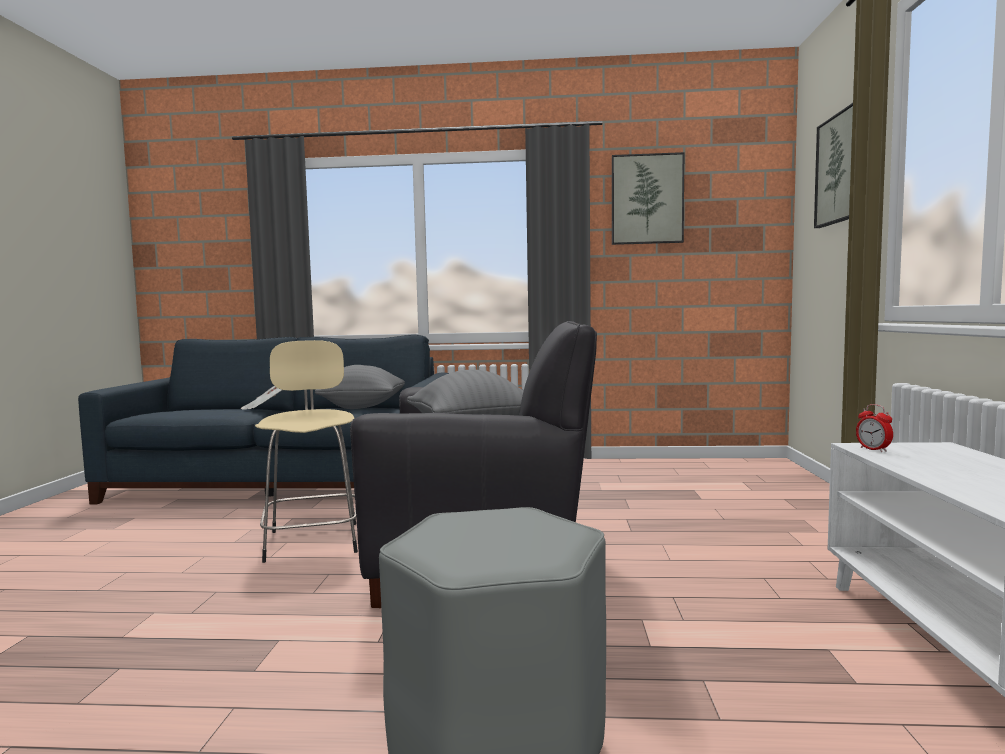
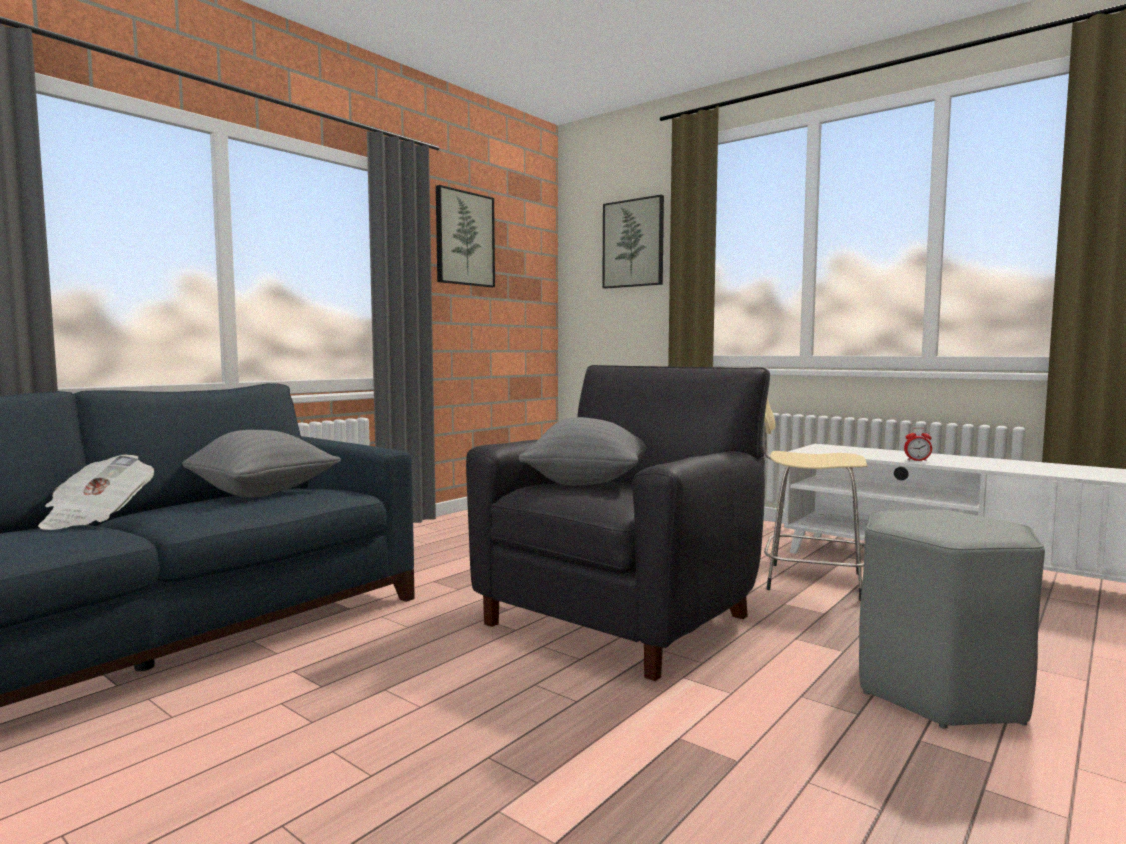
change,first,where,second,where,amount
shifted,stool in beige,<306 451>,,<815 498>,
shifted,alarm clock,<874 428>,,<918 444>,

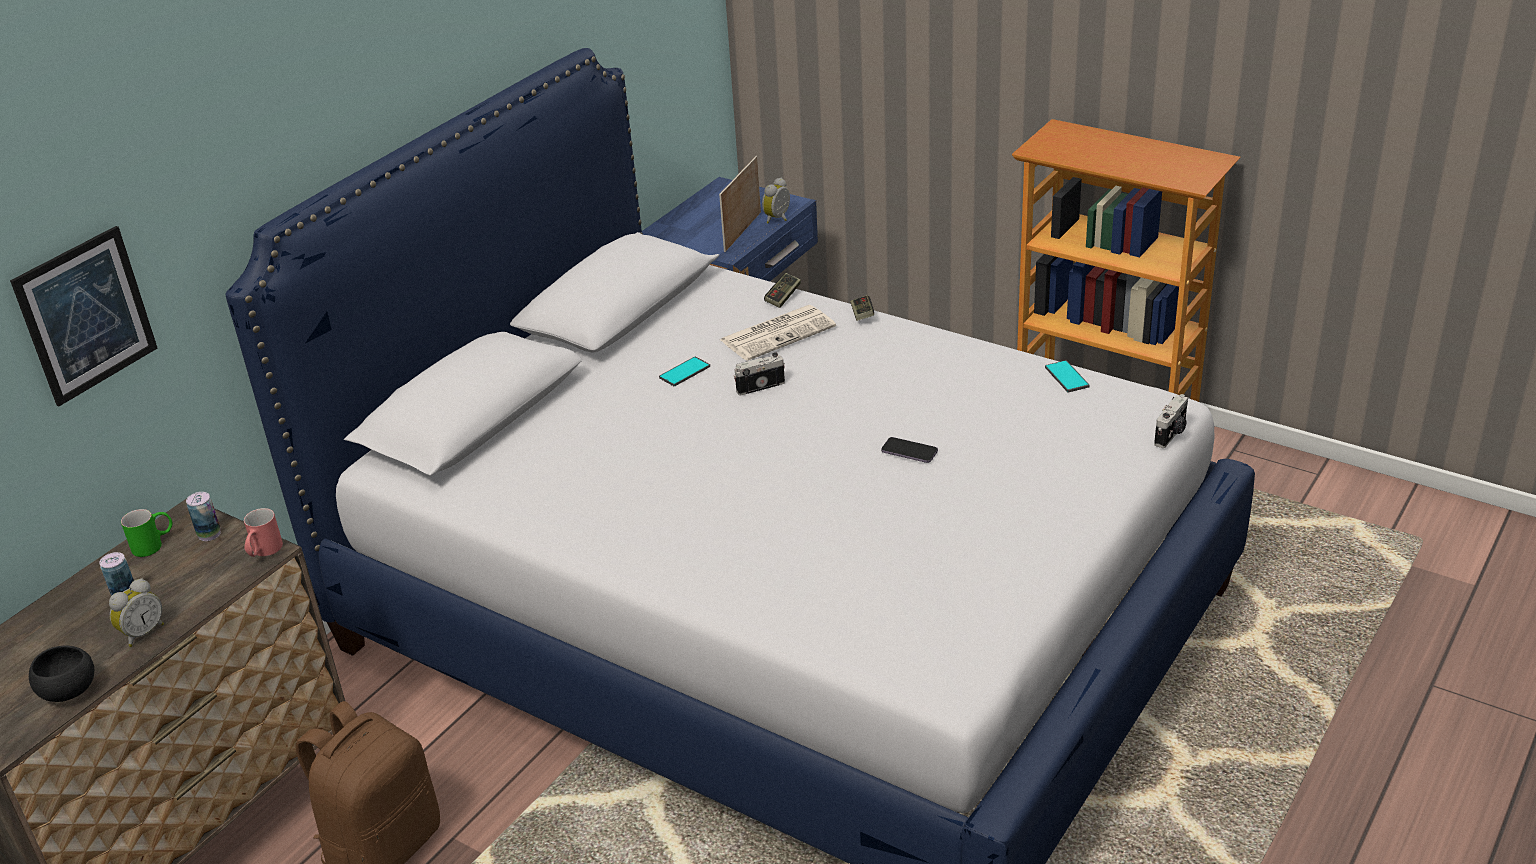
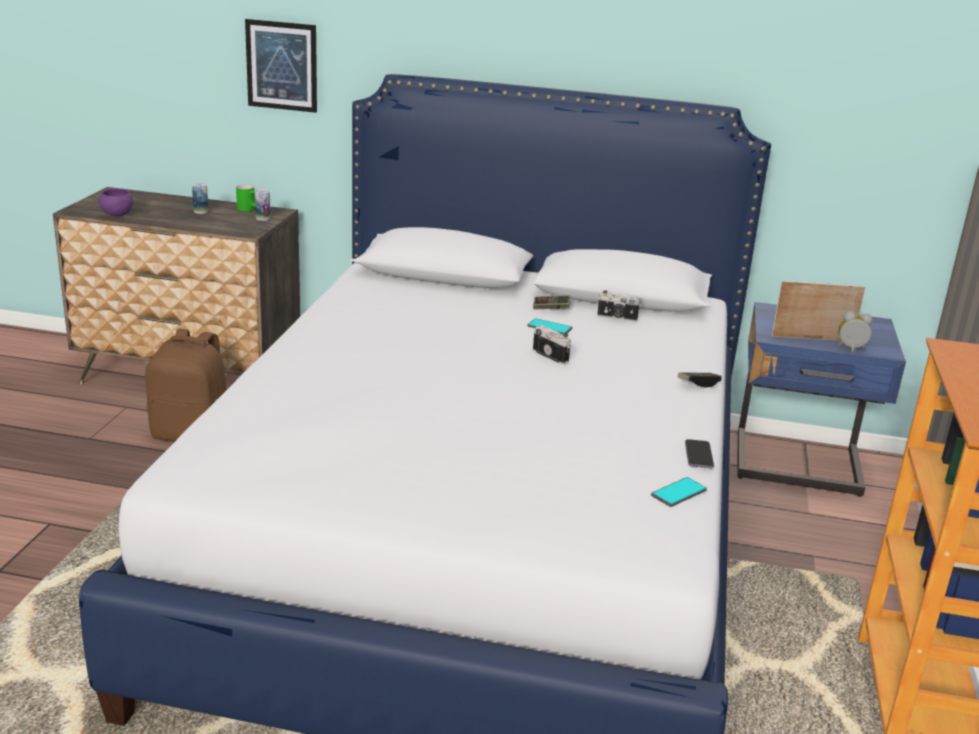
change,first,where,second,where,amount
shifted,game controller,<782 290>,,<552 302>,
gone,newspaper,<778 333>,,,
shifted,photo camera,<1171 421>,,<619 306>,
shifted,phone,<909 450>,,<699 453>,
gone,mug in red,<263 532>,,,
gone,alarm clock,<136 612>,,,
repainted,bowl in black,<61 673>,bowl in purple,<116 202>,

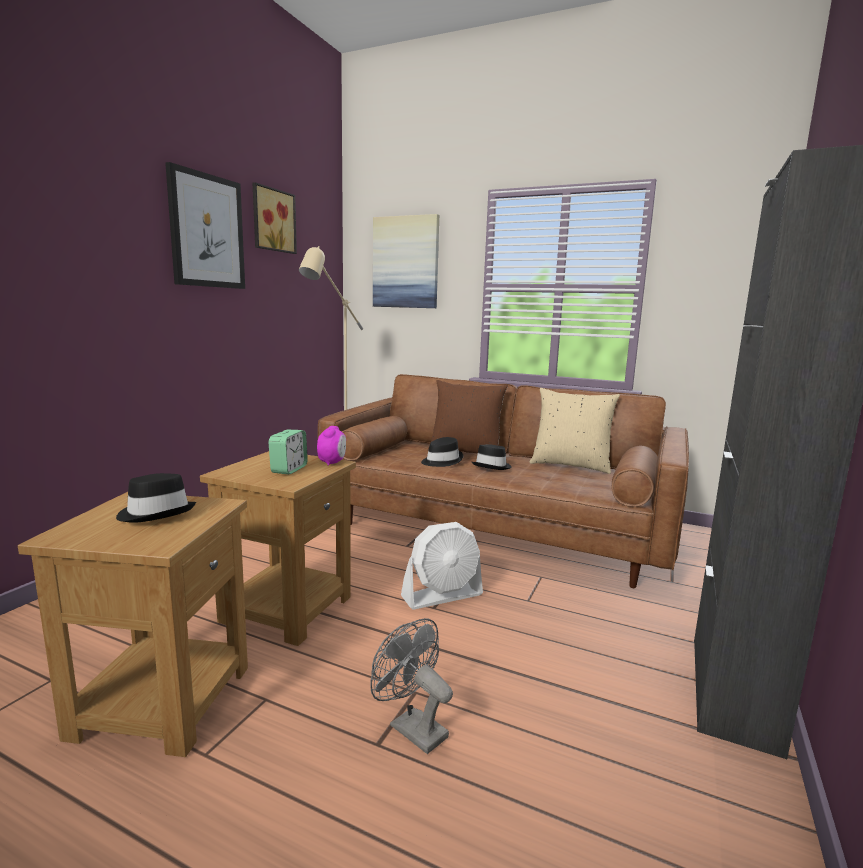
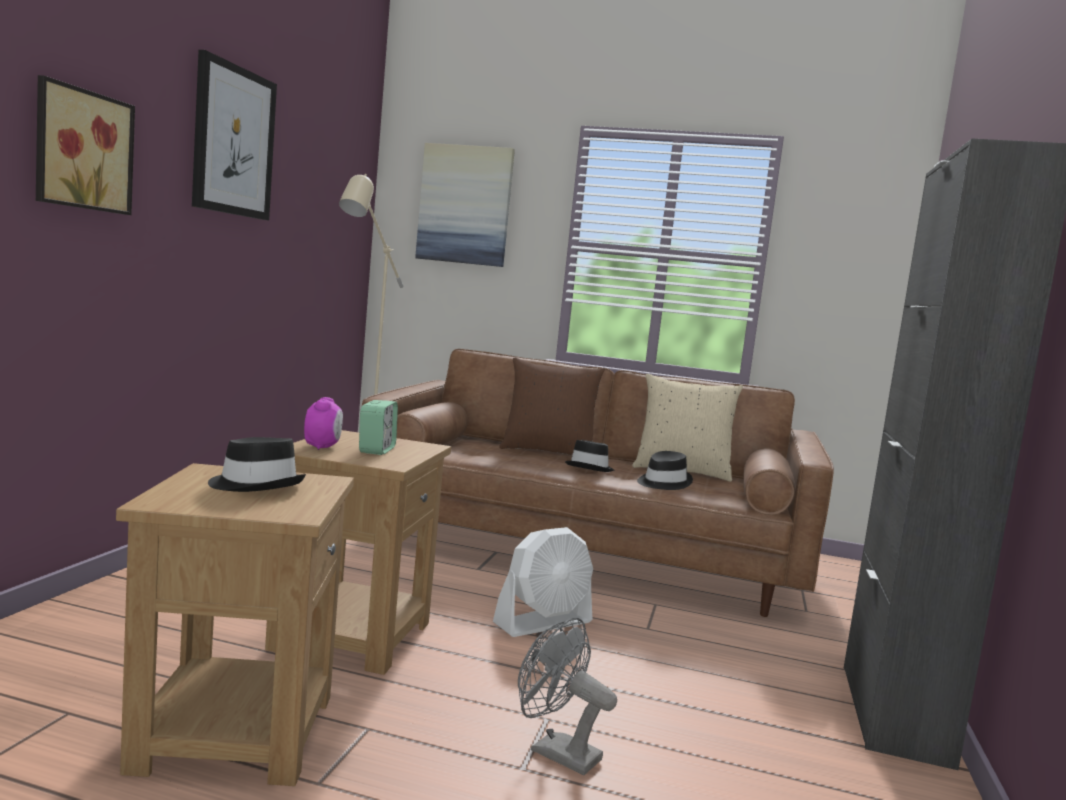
change,first,where,second,where,amount
shifted,picture,<275 218>,,<85 145>,
shifted,alarm clock,<331 446>,,<323 423>,
shifted,hat in black,<442 452>,,<665 470>,

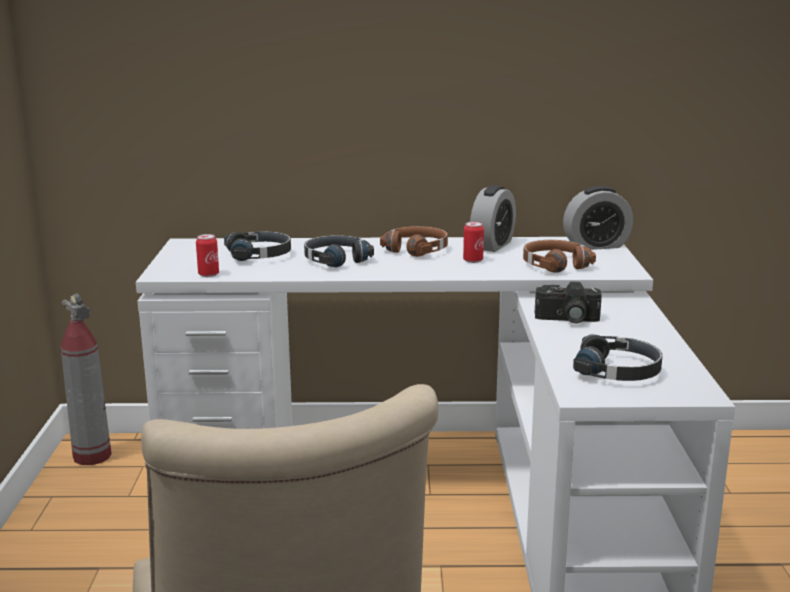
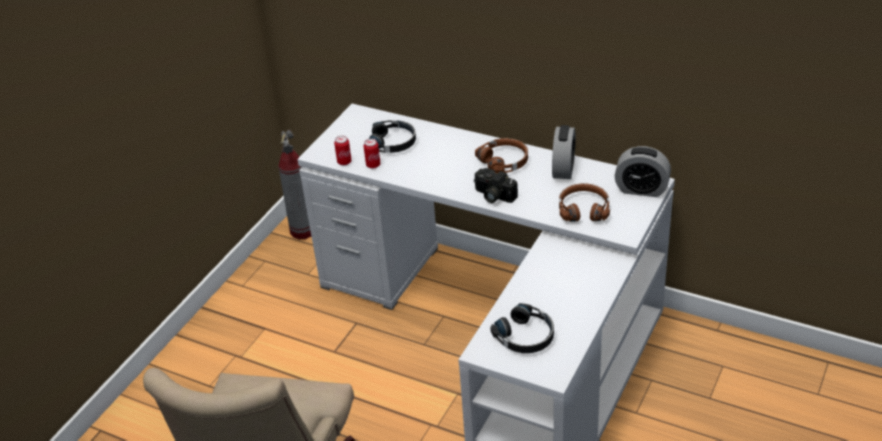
change,first,where,second,where,amount
rotated,alarm clock,<493 218>,,<563 152>,45 degrees counterclockwise
shifted,can,<473 242>,,<372 154>,
gone,headphones in black,<339 251>,,,
shifted,photo camera,<568 302>,,<496 185>,

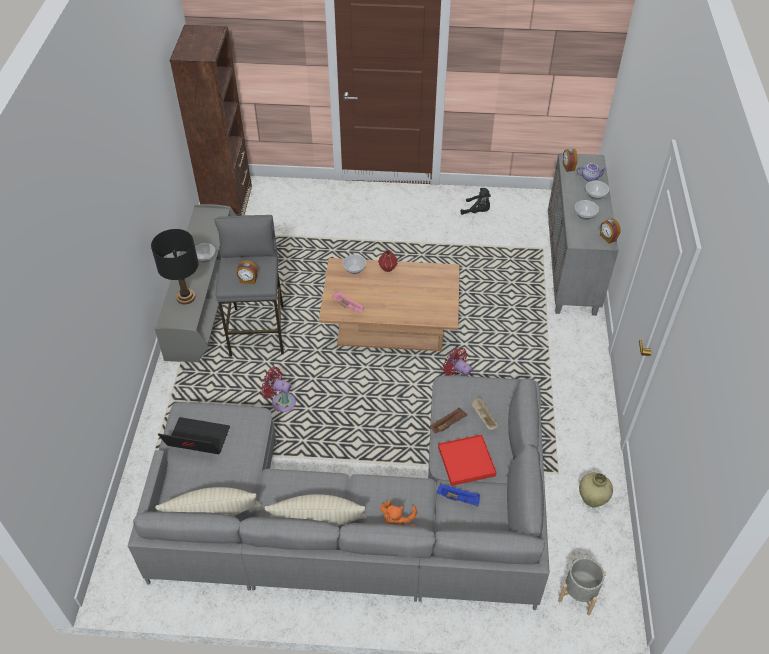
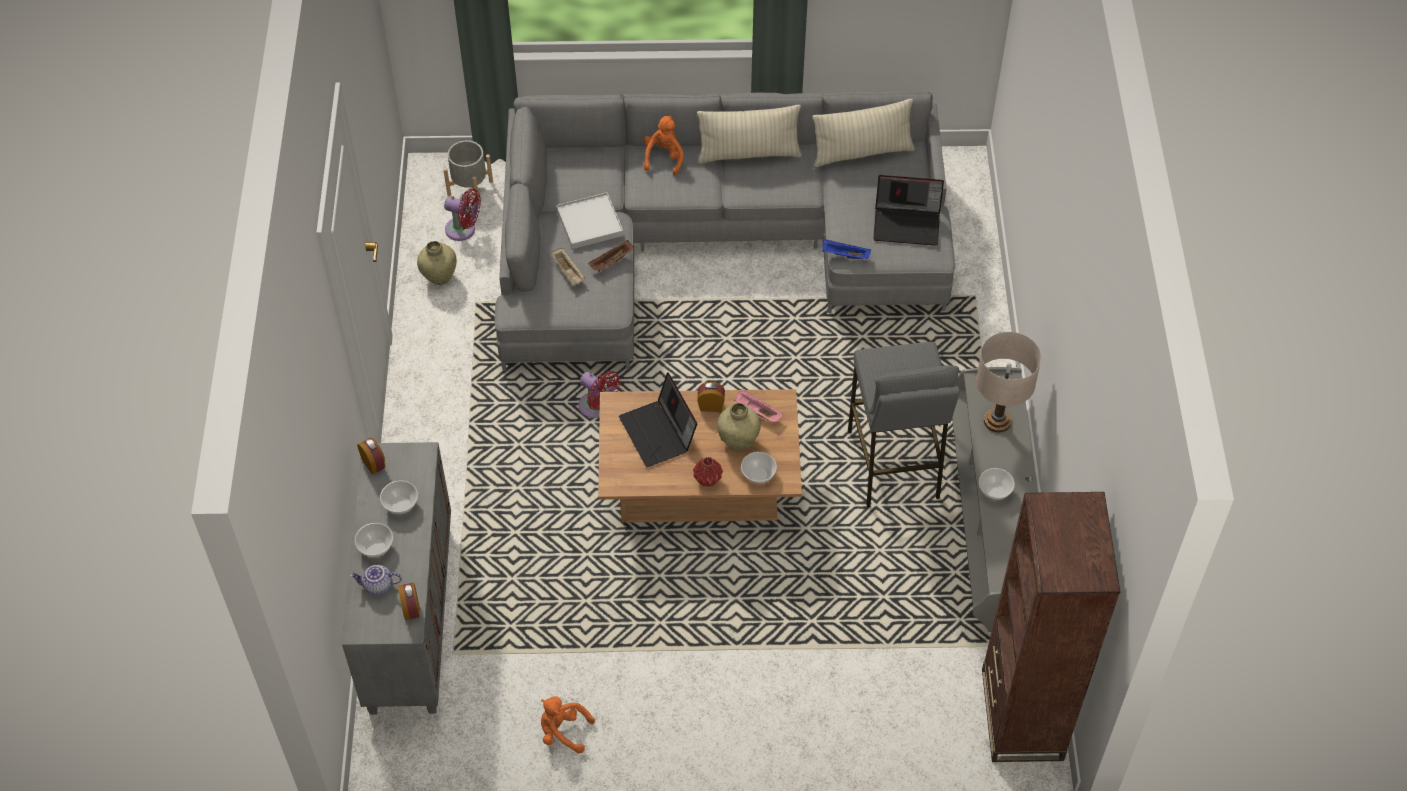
change,first,where,second,where,amount
repainted,plush toy in black,<476 201>,plush toy in orange,<568 725>,
repainted,table lamp in black,<175 267>,table lamp in beige,<1008 382>,
shifted,alarm clock,<247 272>,,<711 397>,
shifted,fan in red,<278 389>,,<462 215>,
repainted,tray in red,<467 460>,tray in white,<590 220>,
shifted,tray in blue,<458 495>,,<846 249>,
new,,,laptop,<658 419>,
new,,,vase in beige,<739 427>,

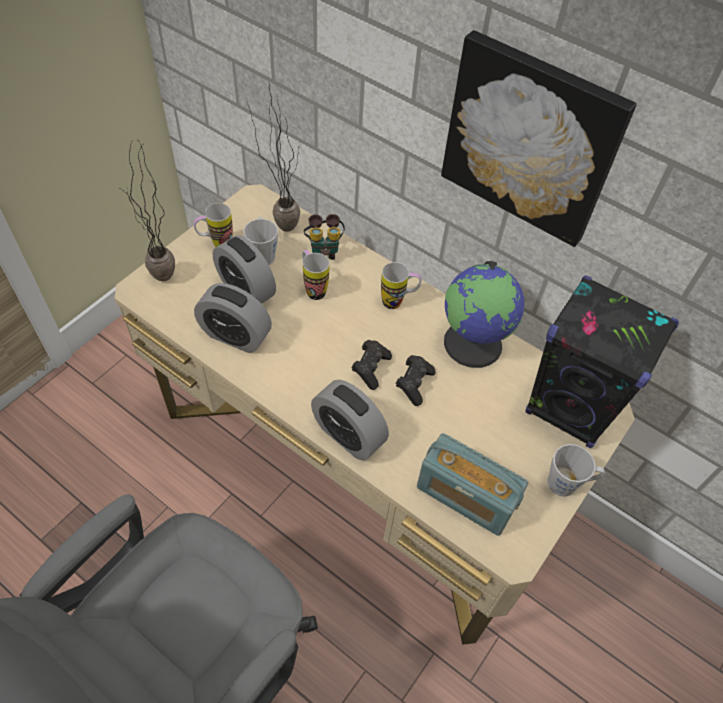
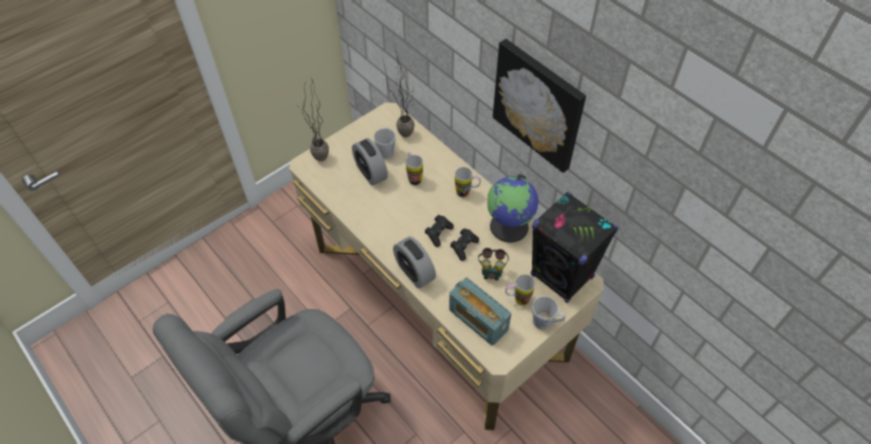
change,first,where,second,where,amount
shifted,mug,<213 225>,,<520 289>,
shifted,binoculars,<324 237>,,<493 264>,
gone,alarm clock,<233 318>,,,

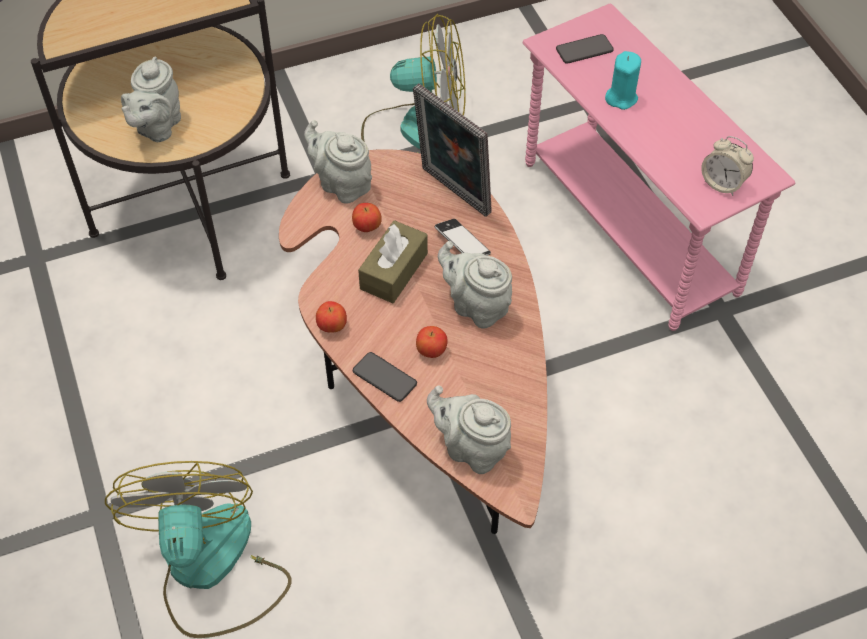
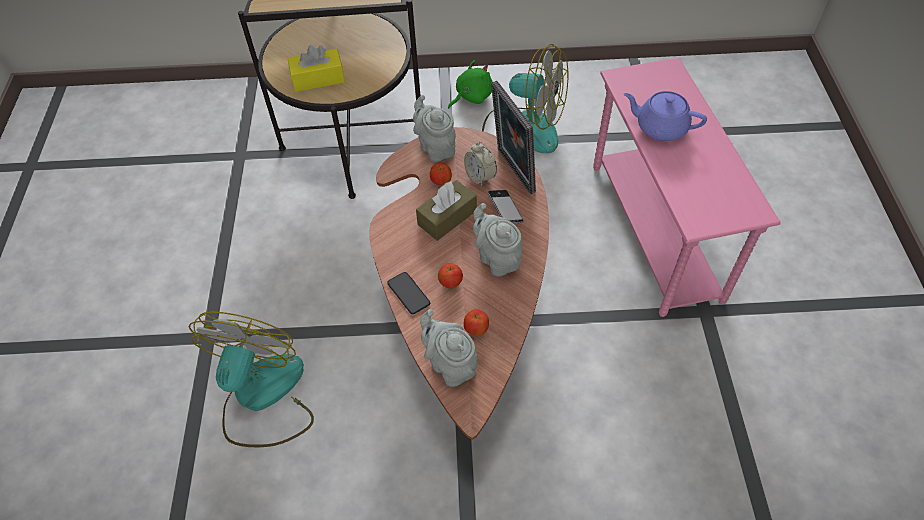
change,first,where,second,where,amount
gone,phone,<585 49>,,,
swapped,candle in turquoise,<623 80>,teapot in purple,<665 116>,
swapped,teapot in grey,<151 99>,tissue box in yellow,<316 68>,
shifted,alarm clock,<727 166>,,<480 164>,
shifted,apple,<331 317>,,<476 322>,
new,,,plush toy in green,<470 84>,

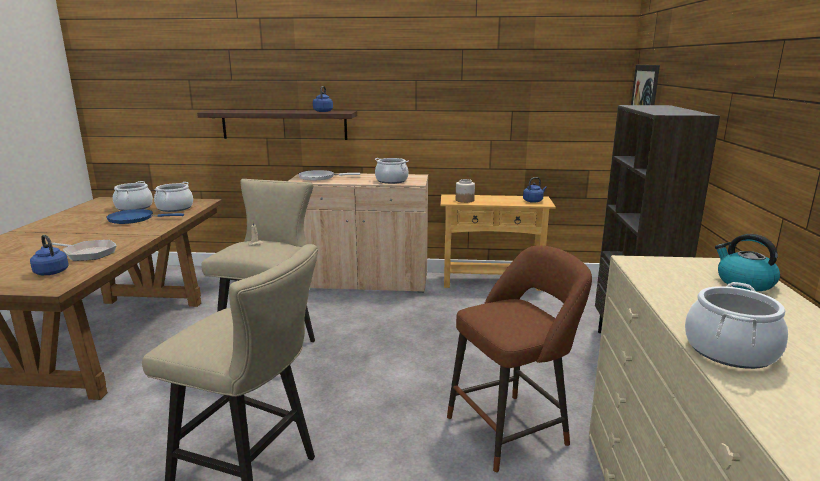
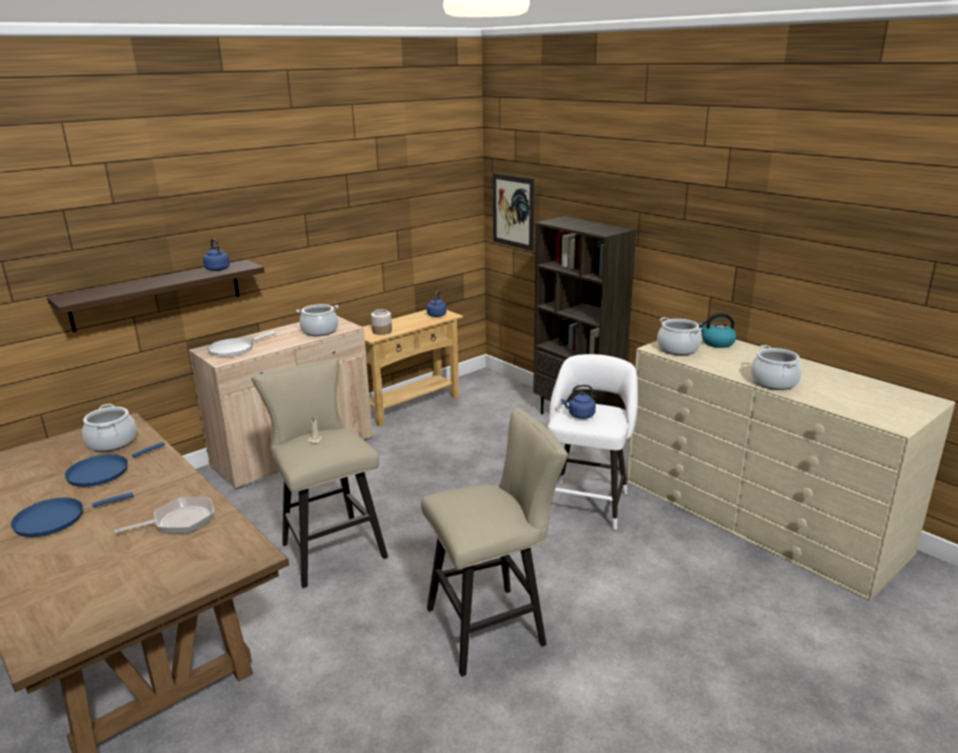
change,first,where,second,where,amount
shifted,cooking pot,<133 196>,,<679 336>,
shifted,kettle in blue,<49 255>,,<578 402>,
repainted,stool in brown,<519 359>,stool in white,<592 442>,
new,,,frying pan in blue,<72 514>,

